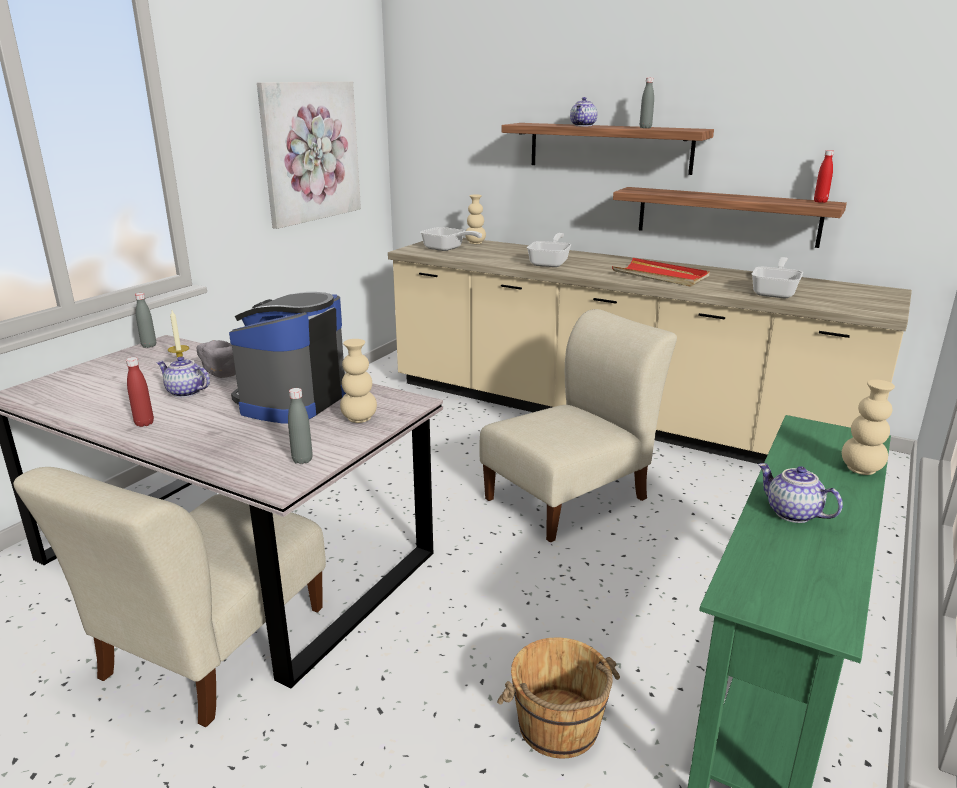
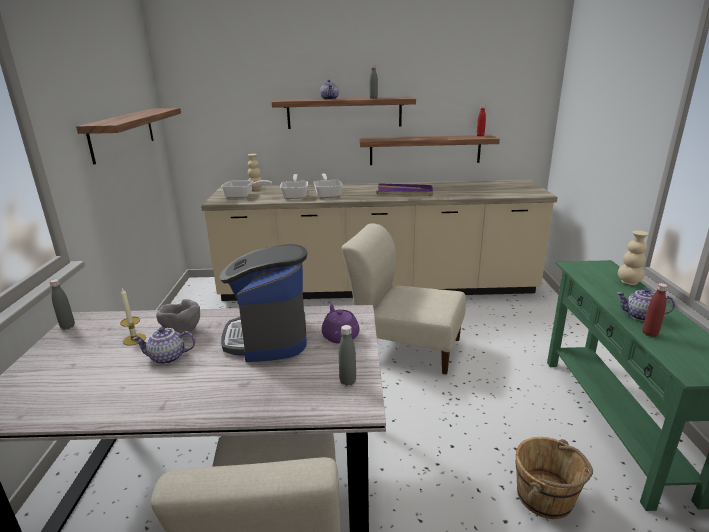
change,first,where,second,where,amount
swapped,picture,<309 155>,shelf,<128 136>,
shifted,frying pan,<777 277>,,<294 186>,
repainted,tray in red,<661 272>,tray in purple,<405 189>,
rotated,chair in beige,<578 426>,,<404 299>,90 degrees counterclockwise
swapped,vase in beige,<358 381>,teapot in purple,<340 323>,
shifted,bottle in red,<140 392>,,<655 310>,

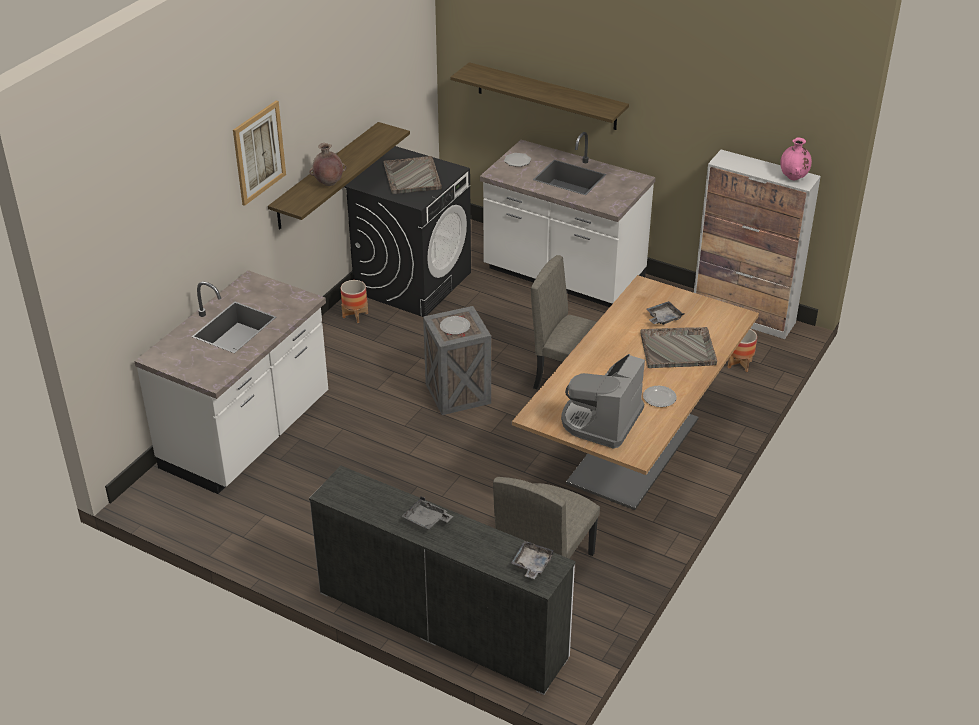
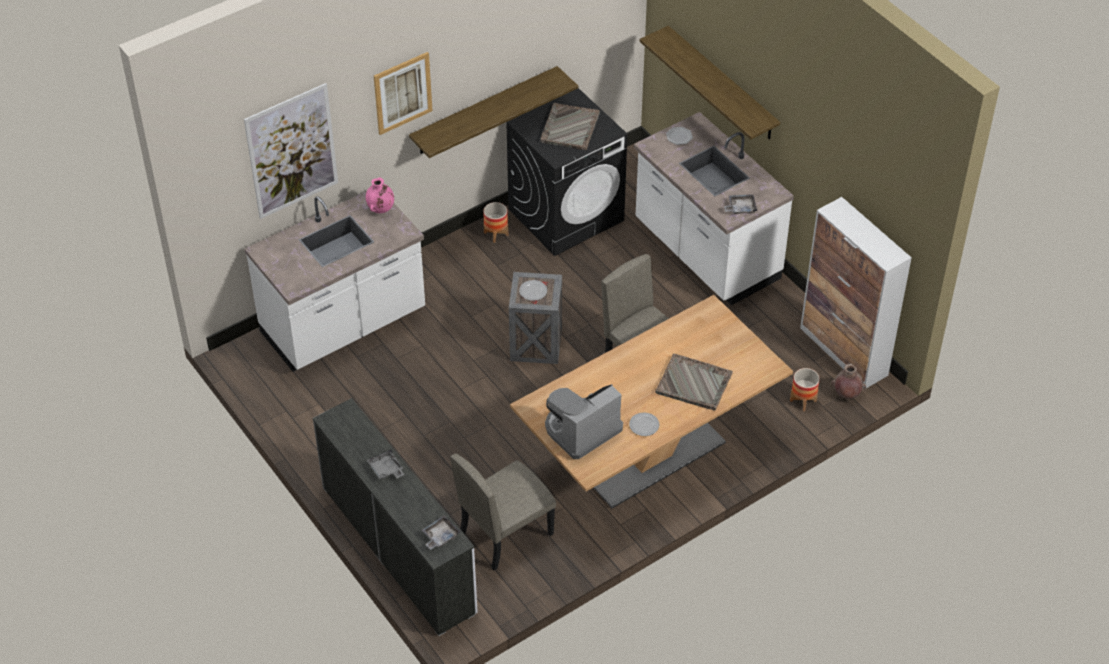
change,first,where,second,where,amount
shifted,vase in pink,<796 158>,,<380 195>,
shifted,vase in brown,<327 164>,,<848 381>,
shifted,tray in grey,<665 313>,,<740 204>,
new,,,picture,<291 151>,

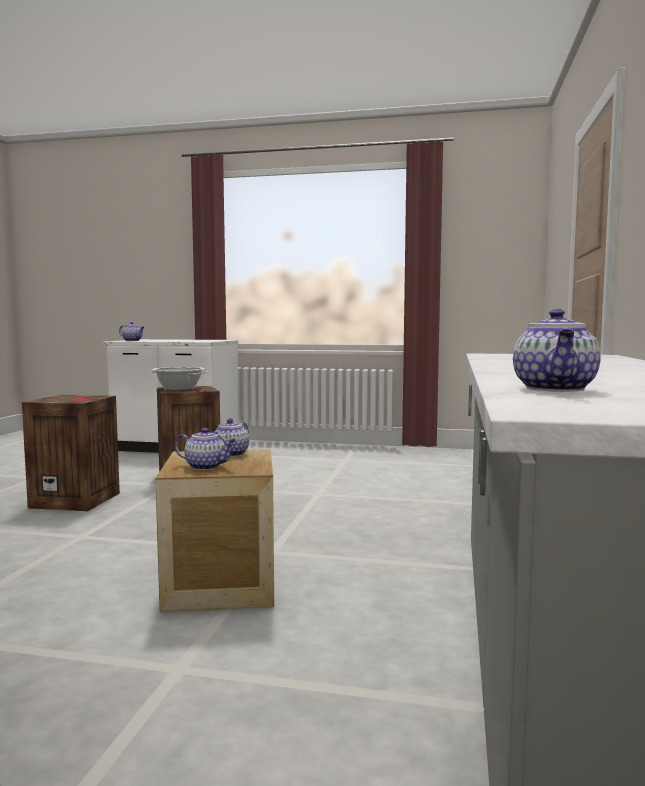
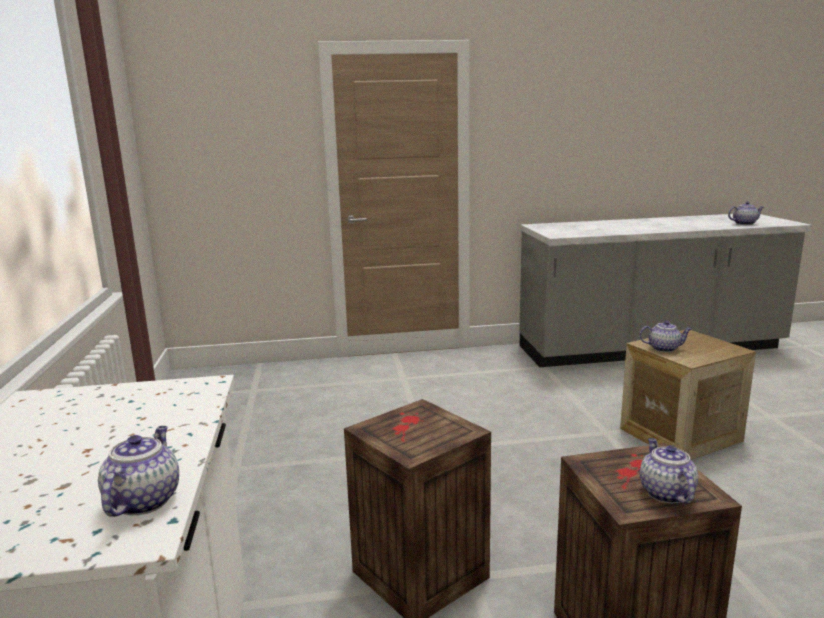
change,first,where,second,where,amount
gone,cooking pot,<178 379>,,,
shifted,teapot,<205 449>,,<669 471>,

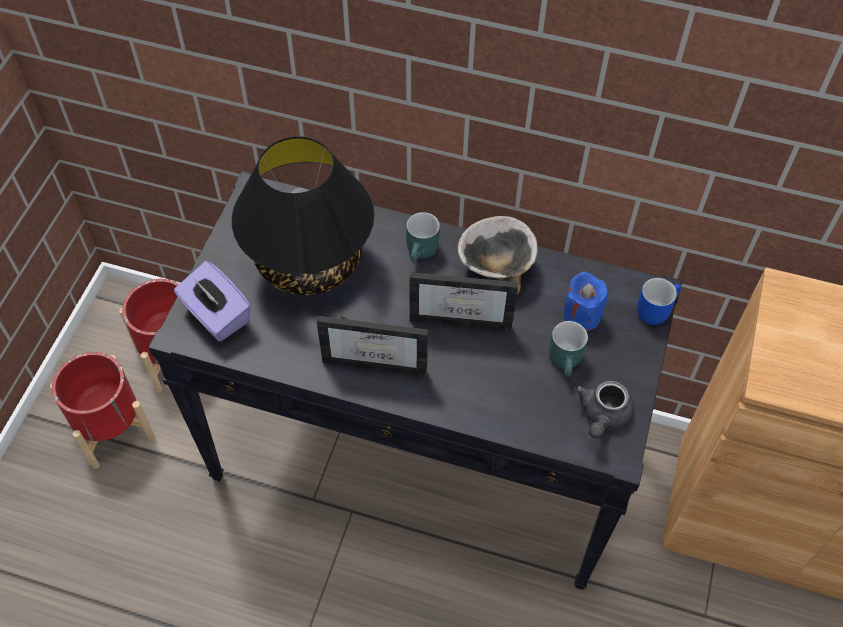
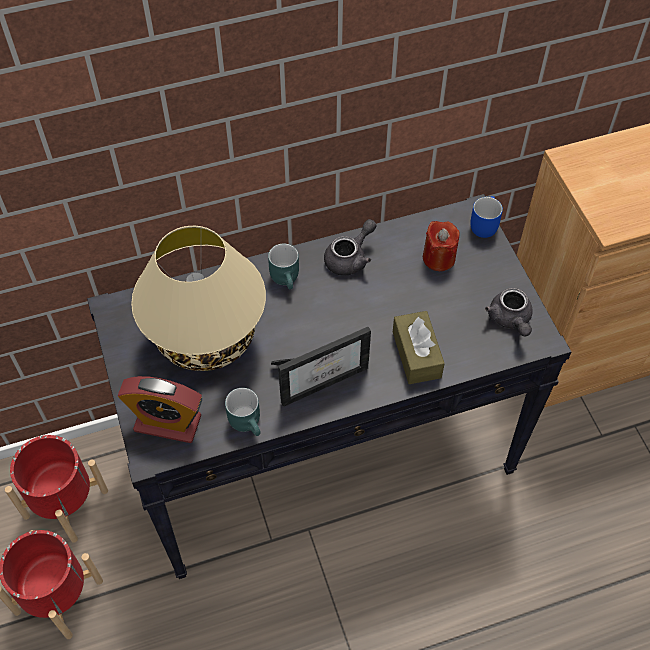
change,first,where,second,where,amount
repainted,table lamp in black,<303 215>,table lamp in beige,<198 298>,
swapped,bowl,<498 255>,teapot in grey,<350 247>,
swapped,tissue box in purple,<212 301>,alarm clock,<160 409>,
repainted,candle in blue,<585 301>,candle in red,<441 246>,
gone,picture frame,<463 301>,,,
shifted,mug in turquoise,<568 348>,,<243 412>,
new,,,tissue box in brown,<419 347>,

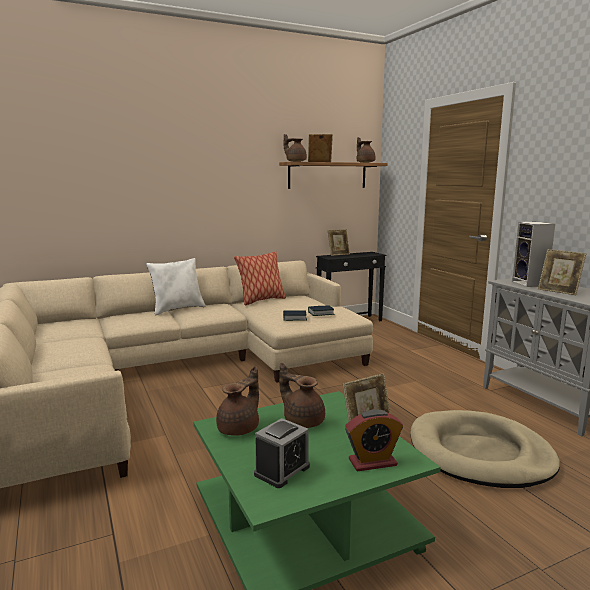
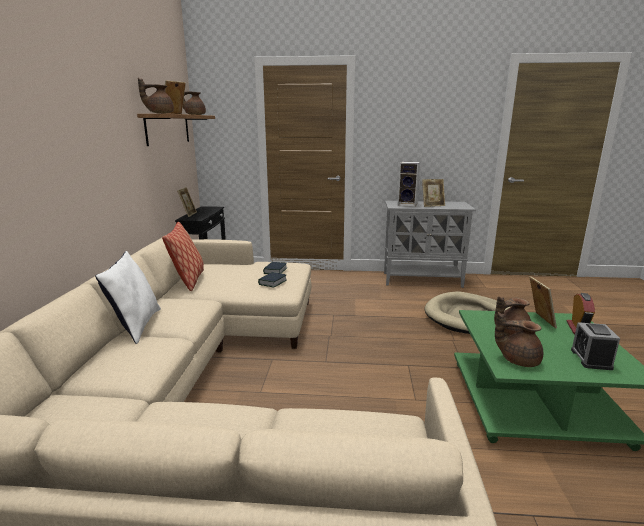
change,first,where,second,where,amount
rotated,teapot in brown,<237 401>,,<519 339>,45 degrees counterclockwise
rotated,alarm clock,<282 453>,,<595 346>,150 degrees counterclockwise

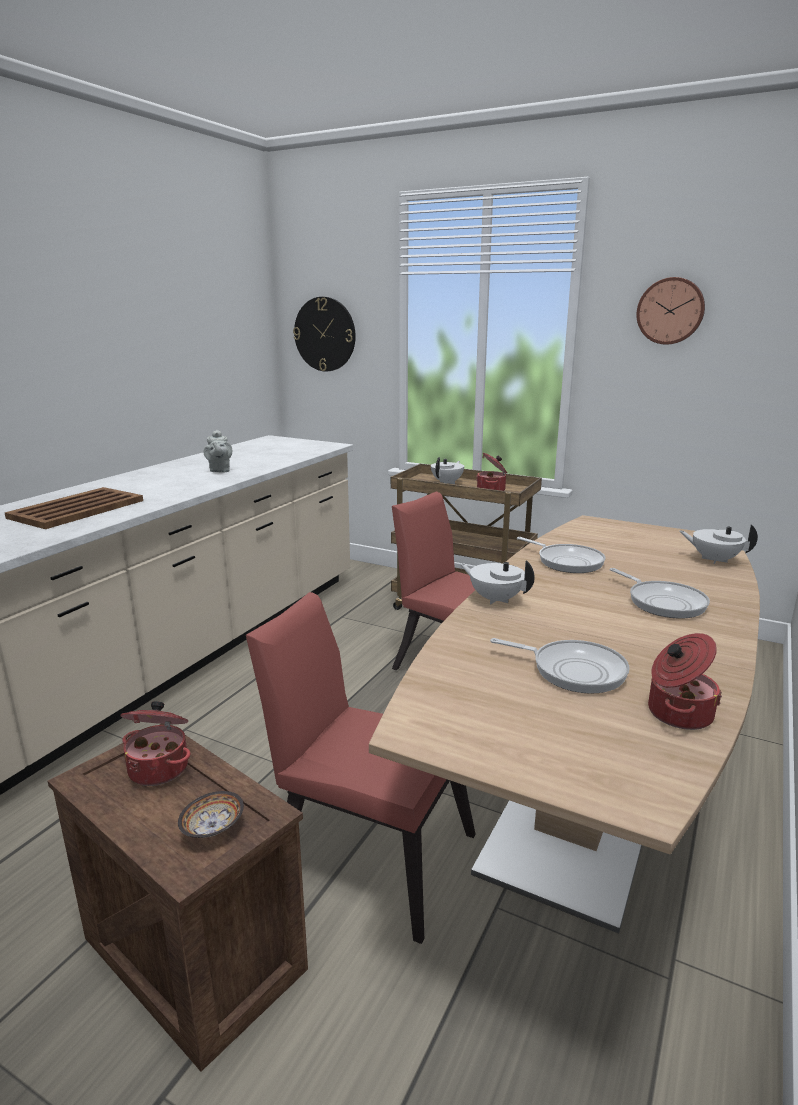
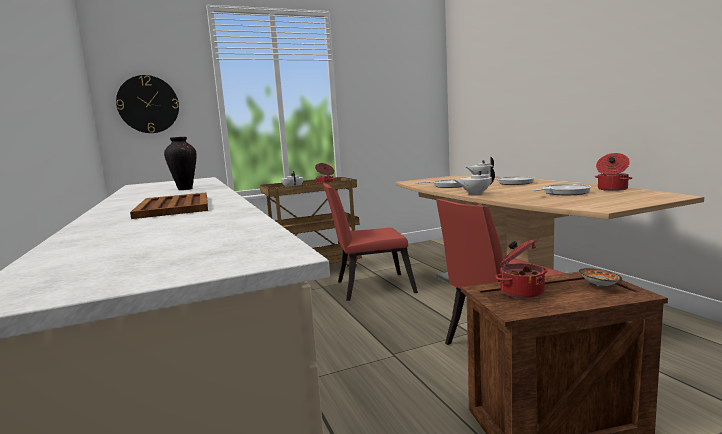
change,first,where,second,where,amount
gone,wall clock,<670 311>,,,
swapped,teapot in grey,<218 451>,vase,<180 163>,

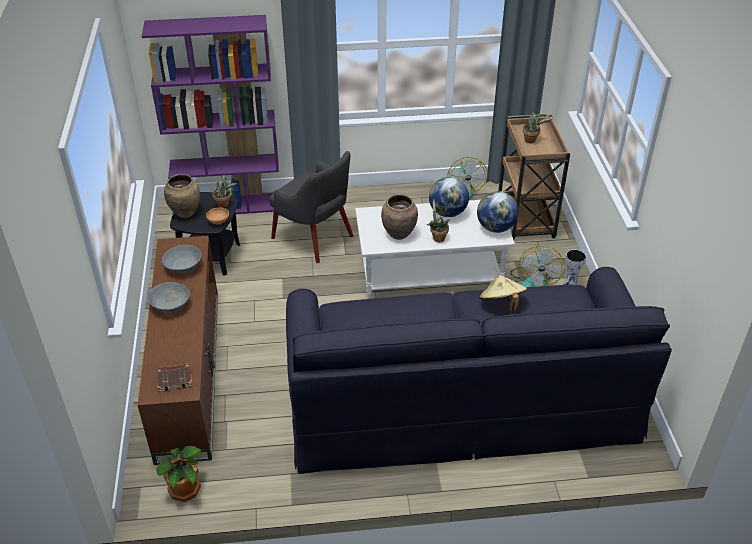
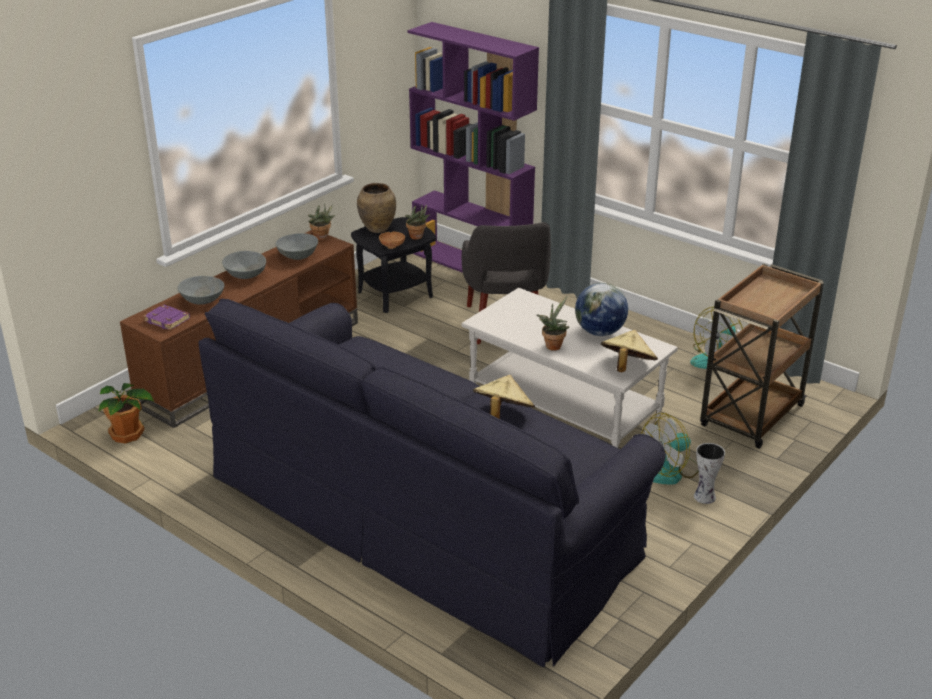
change,first,where,second,where,amount
shifted,potted plant,<538 127>,,<321 222>,
swapped,globe,<497 212>,hat in beige,<629 351>,
gone,vase in brown,<399 217>,,,
repainted,book in brown,<174 377>,book in purple,<166 317>,
new,,,bowl in grey,<201 290>,

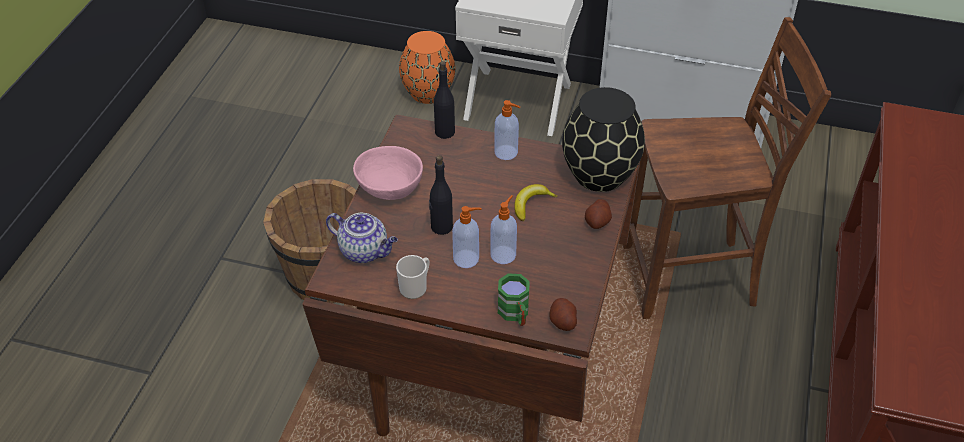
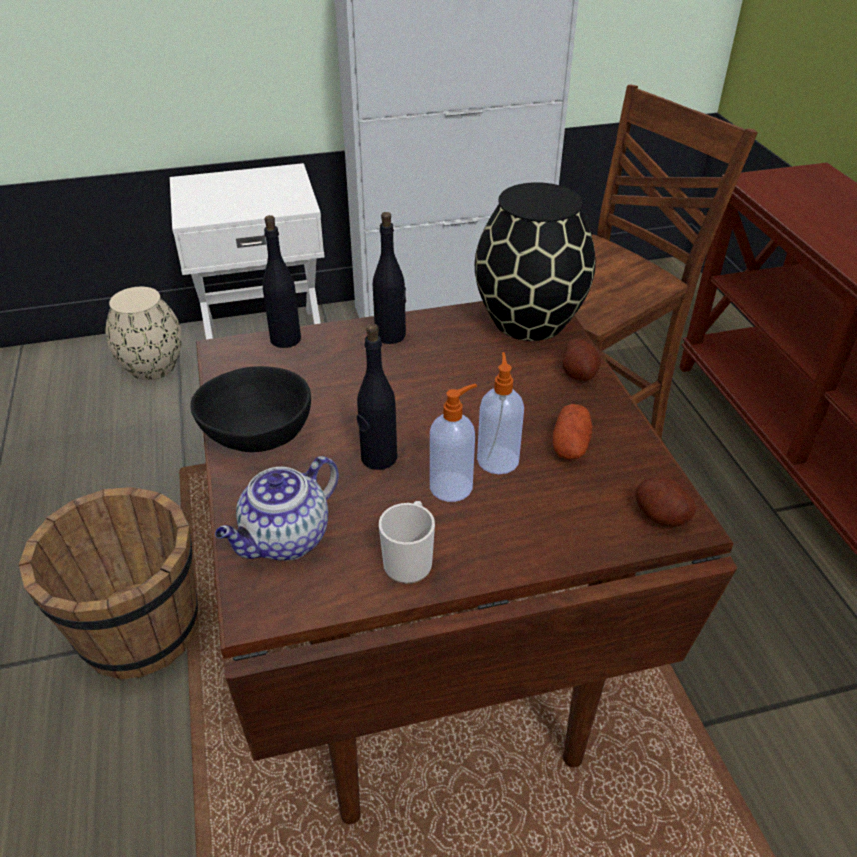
change,first,where,second,where,amount
repainted,vase in orange,<427 67>,vase in beige,<144 333>,
swapped,soap dispenser,<507 130>,bottle in black,<389 278>,
repainted,bowl in pink,<388 173>,bowl in black,<250 409>,
gone,banana,<535 202>,,,
rotated,teapot,<362 238>,,<277 508>,135 degrees clockwise
gone,mug in green,<514 299>,,,
new,,,potato,<572 431>,

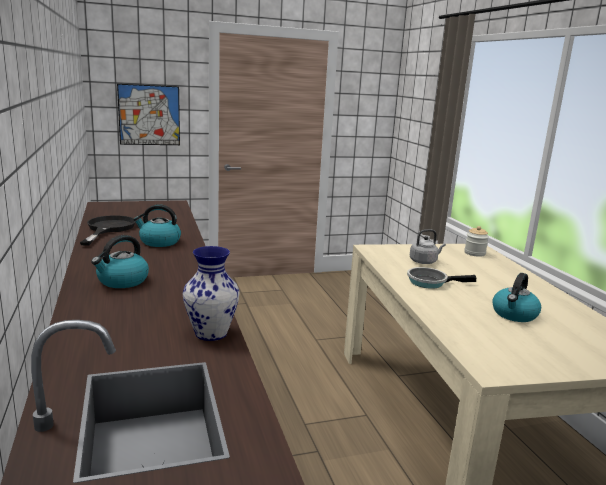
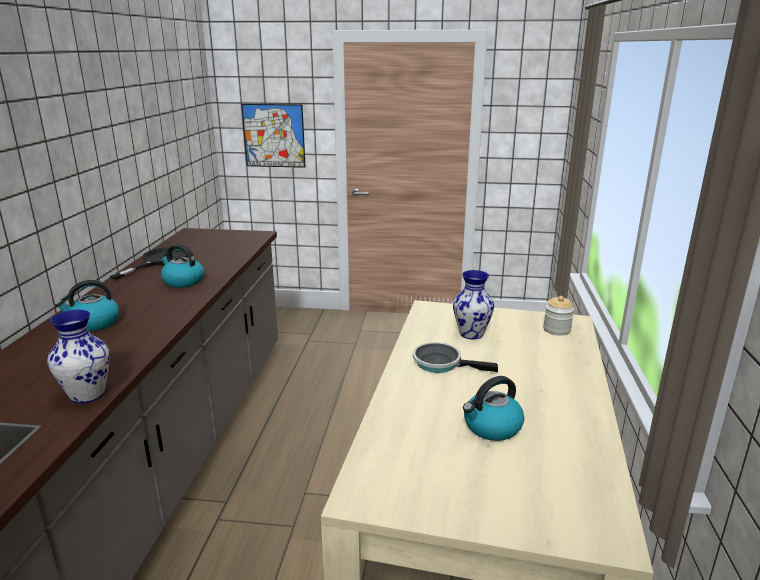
change,first,where,second,where,amount
swapped,kettle in grey,<428 246>,vase,<473 304>,

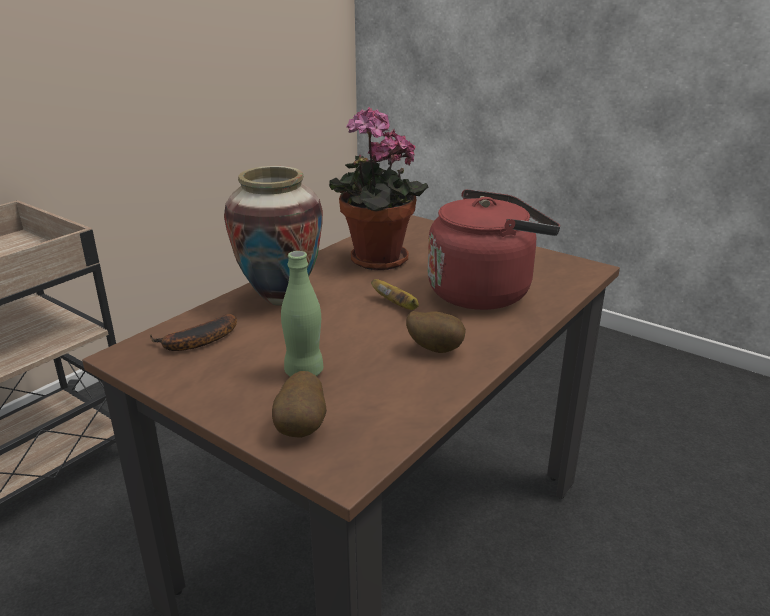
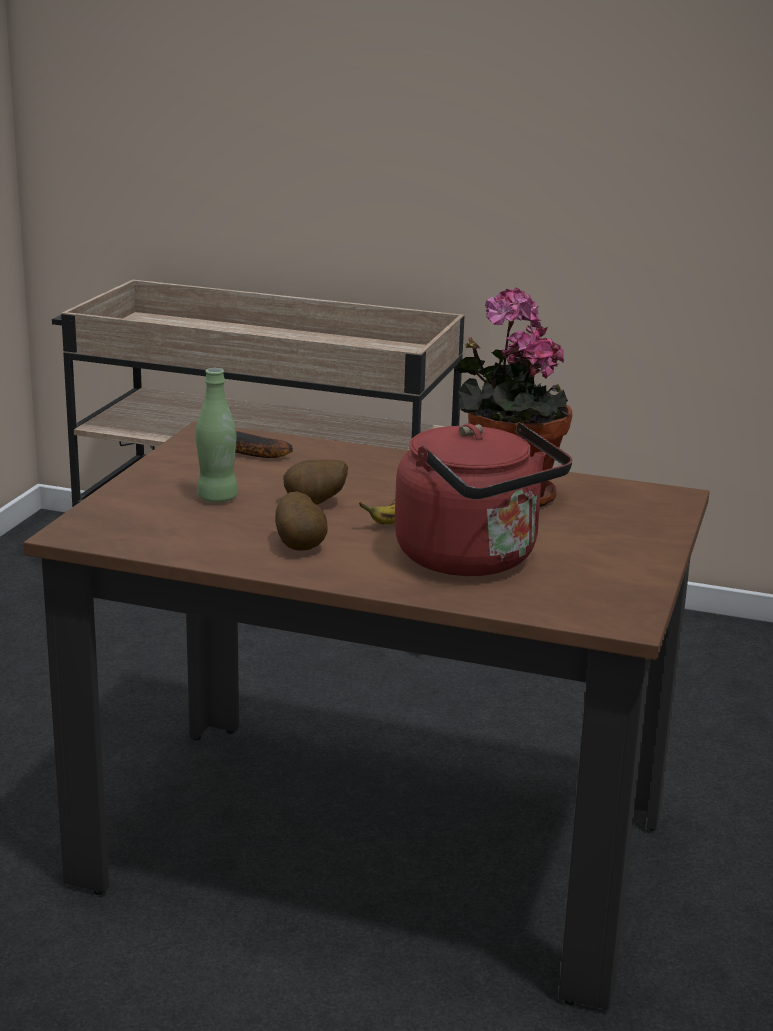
change,first,where,second,where,amount
gone,vase,<273 235>,,,
shifted,potato,<299 404>,,<315 482>,

